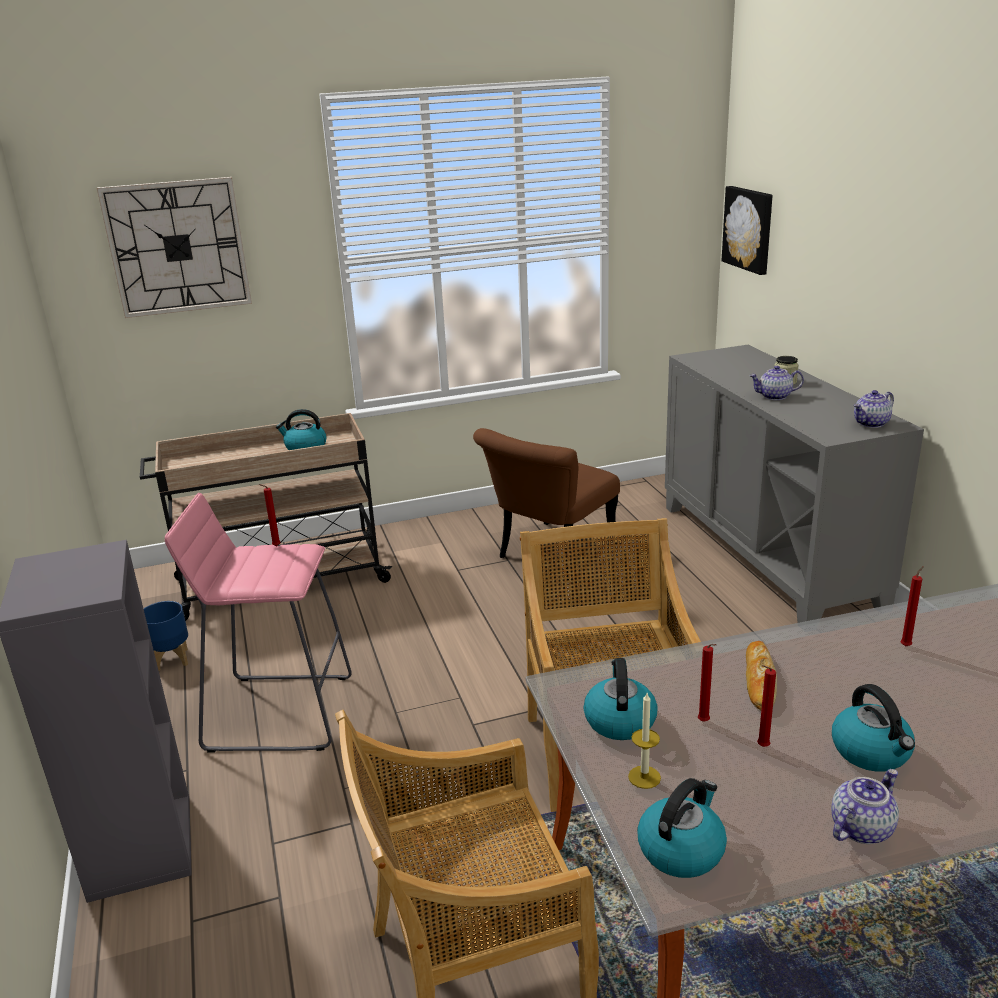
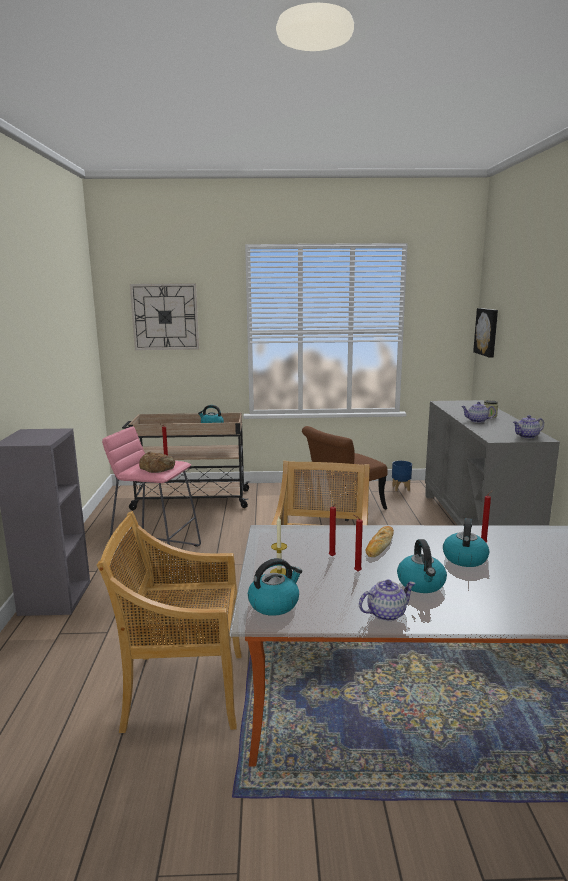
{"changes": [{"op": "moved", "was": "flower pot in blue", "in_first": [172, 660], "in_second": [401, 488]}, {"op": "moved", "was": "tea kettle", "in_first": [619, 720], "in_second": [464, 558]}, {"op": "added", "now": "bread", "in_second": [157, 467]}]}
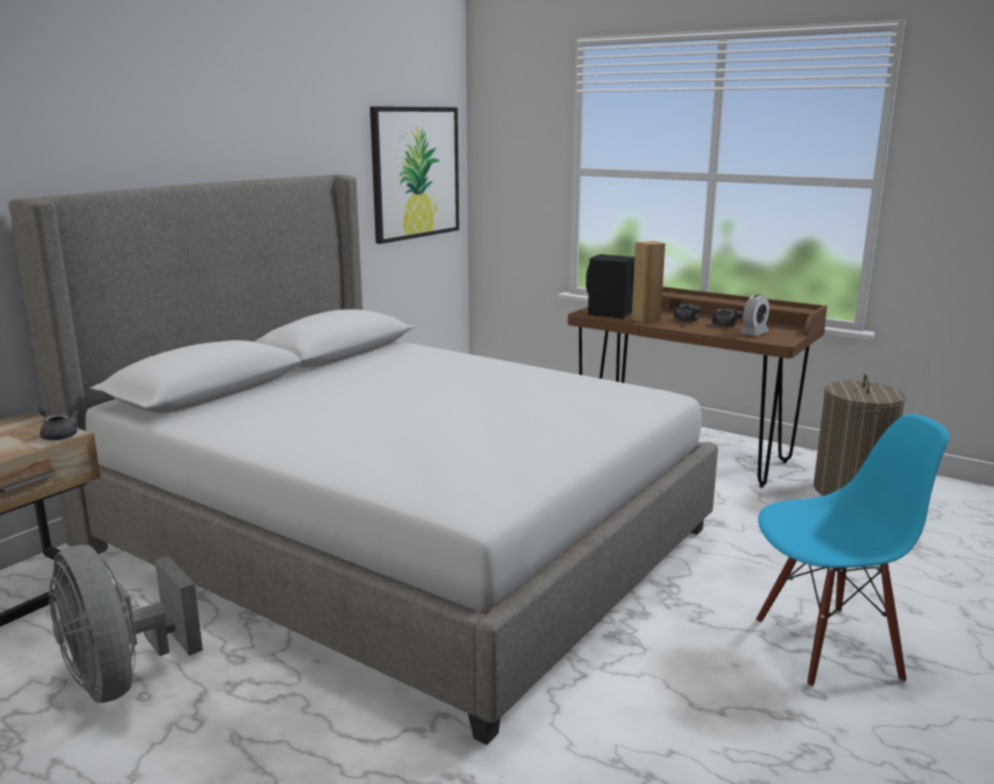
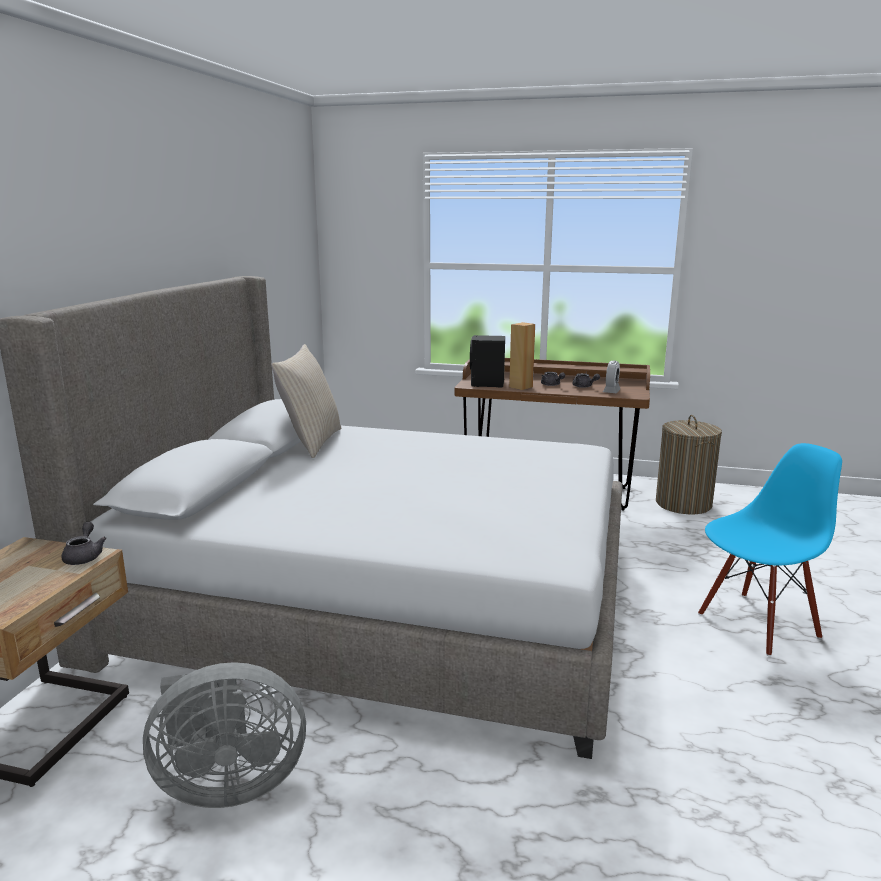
{"changes": [{"op": "removed", "was": "picture", "in_first": [415, 173]}, {"op": "turned", "was": "tea pot in grey", "in_first": [58, 434], "in_second": [84, 556], "clockwise": 60}, {"op": "turned", "was": "cooling fan in grey", "in_first": [122, 678], "in_second": [228, 784], "clockwise": -45}, {"op": "added", "now": "cushion in beige", "in_second": [311, 442]}]}
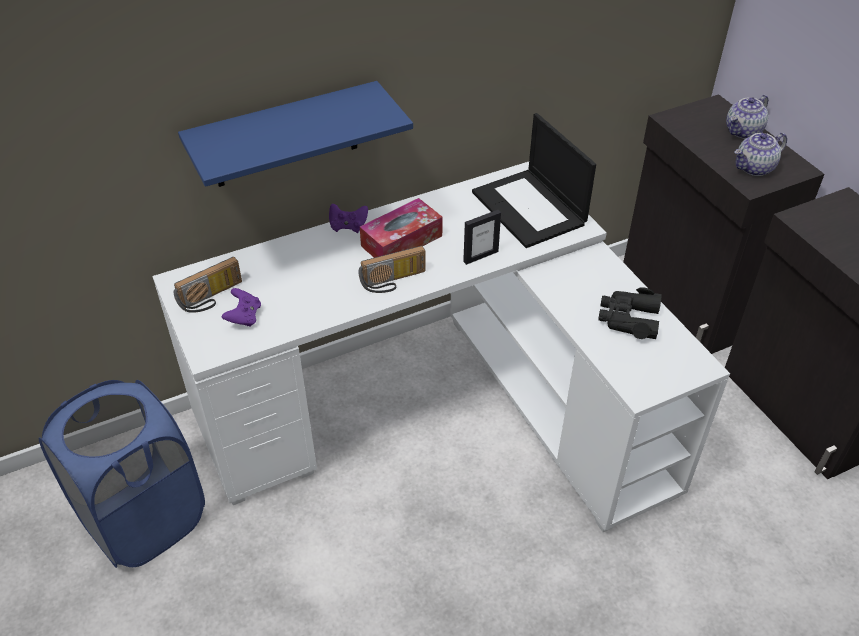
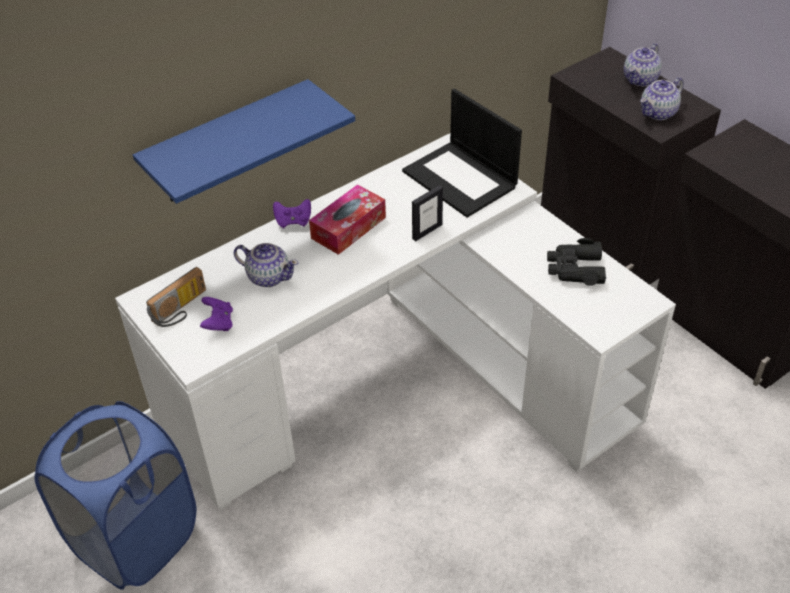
{"changes": [{"op": "removed", "was": "radio receiver", "in_first": [393, 282]}, {"op": "added", "now": "tea pot", "in_second": [268, 276]}]}
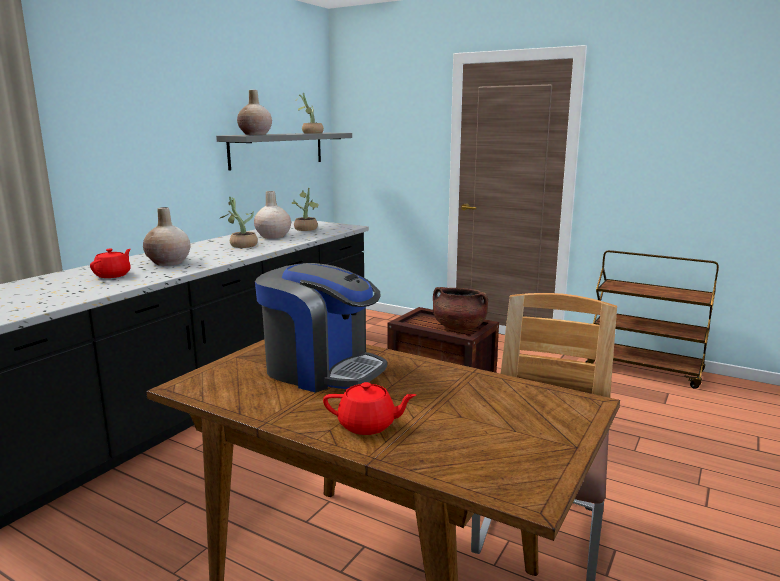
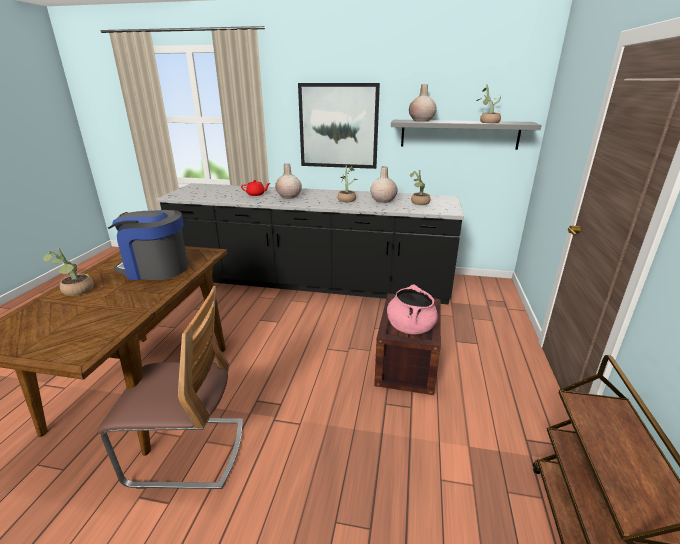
{"changes": [{"op": "turned", "was": "coffee machine", "in_first": [322, 369], "in_second": [155, 269], "clockwise": 90}, {"op": "recoloured", "was": "stockpot in brownish", "now": "stockpot in pink", "in_first": [458, 327], "in_second": [410, 327]}, {"op": "replaced", "was": "tea pot in reddish", "now": "potted plant", "in_first": [368, 425], "in_second": [76, 292]}, {"op": "added", "now": "picture", "in_second": [338, 126]}]}
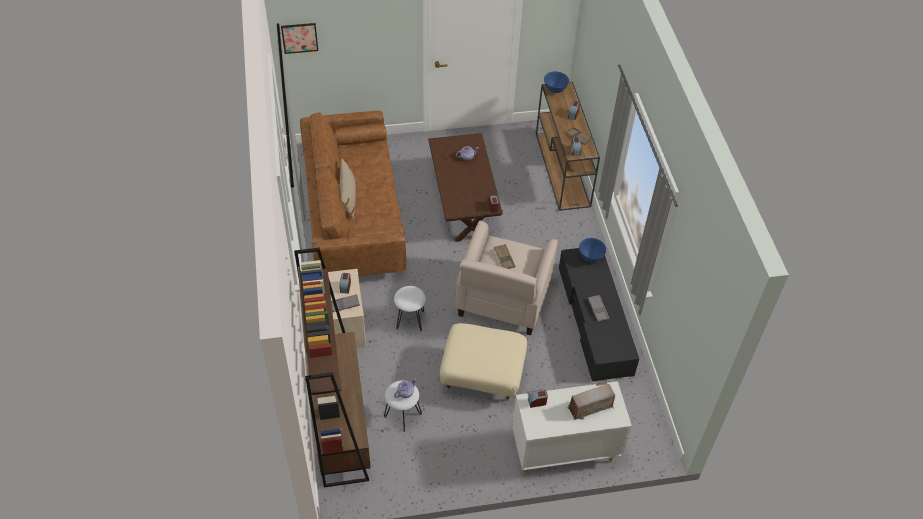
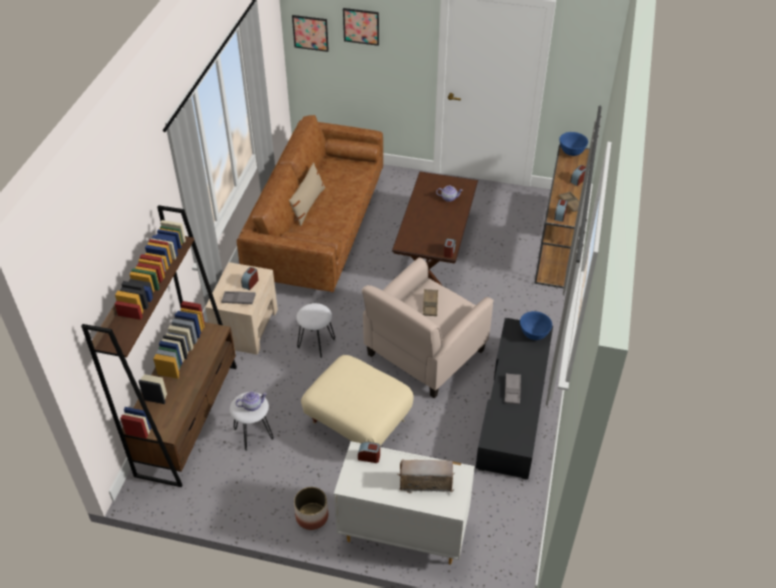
{"changes": [{"op": "added", "now": "picture", "in_second": [361, 26]}, {"op": "added", "now": "flower pot", "in_second": [311, 516]}]}
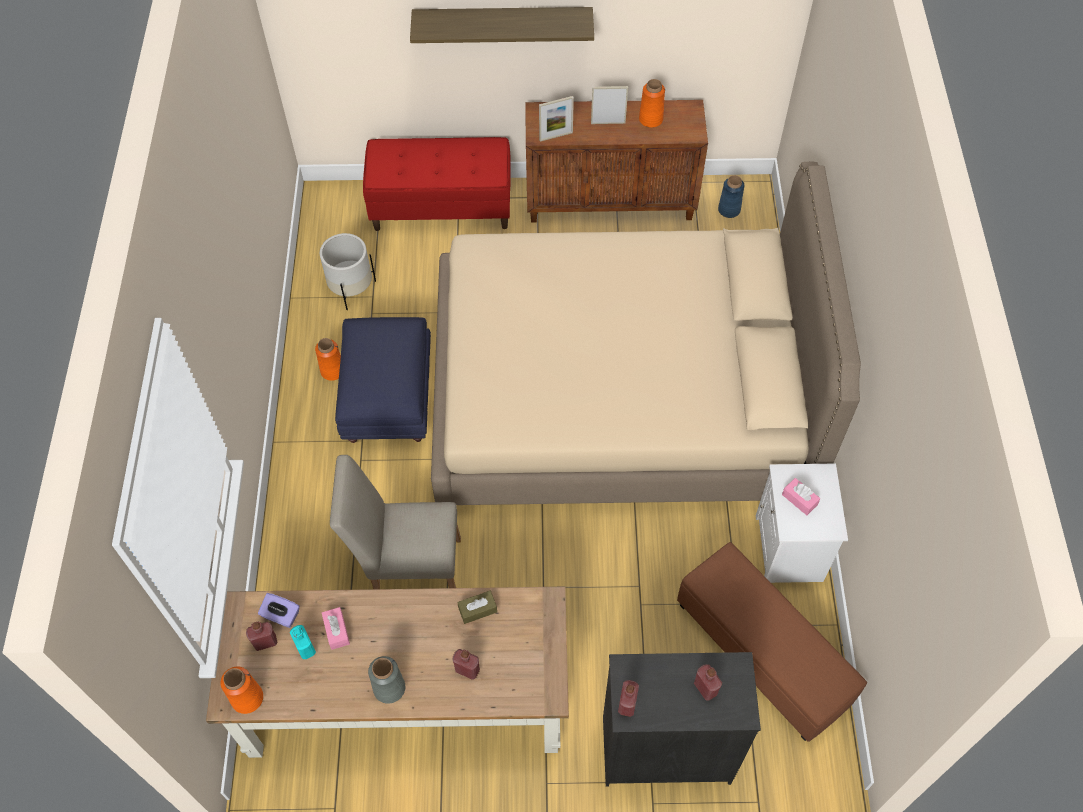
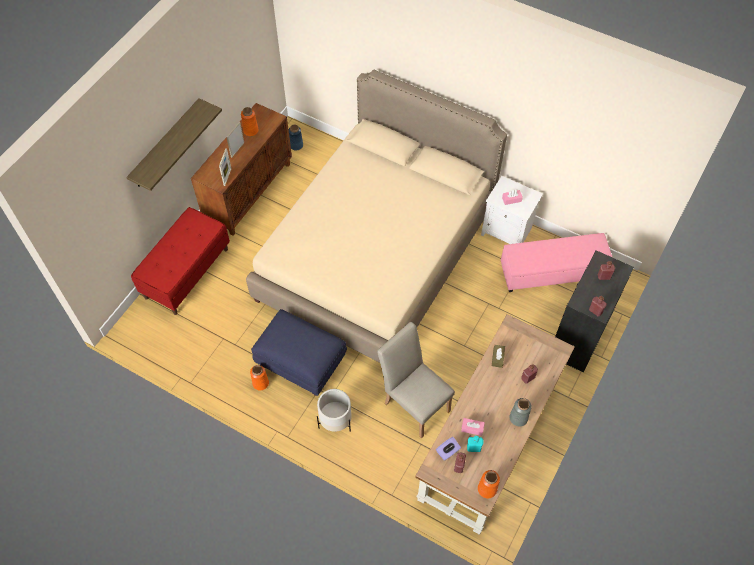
{"changes": [{"op": "moved", "was": "flower pot in white", "in_first": [351, 289], "in_second": [335, 421]}, {"op": "turned", "was": "chair in beige", "in_first": [408, 567], "in_second": [414, 403], "clockwise": 105}, {"op": "recoloured", "was": "pouffe in brownish", "now": "pouffe in pink", "in_first": [761, 653], "in_second": [552, 272]}]}
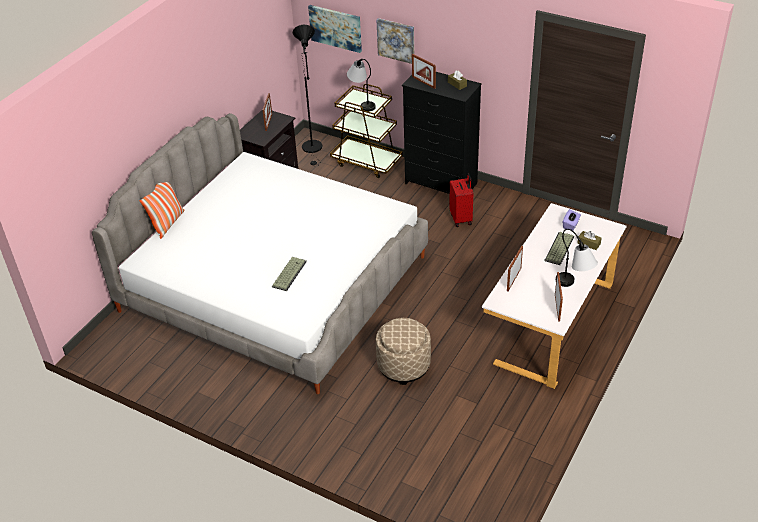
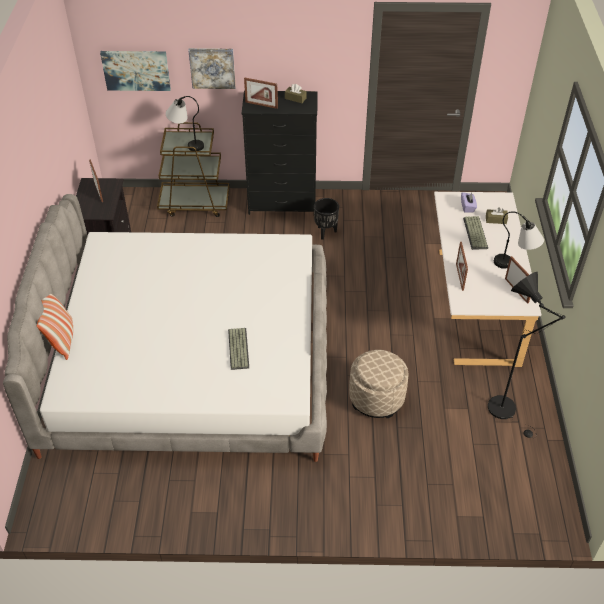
{"changes": [{"op": "moved", "was": "standing lamp in black-coloured", "in_first": [313, 149], "in_second": [506, 411]}, {"op": "replaced", "was": "travel case in reddish", "now": "flower pot in black-coloured", "in_first": [461, 219], "in_second": [326, 232]}]}
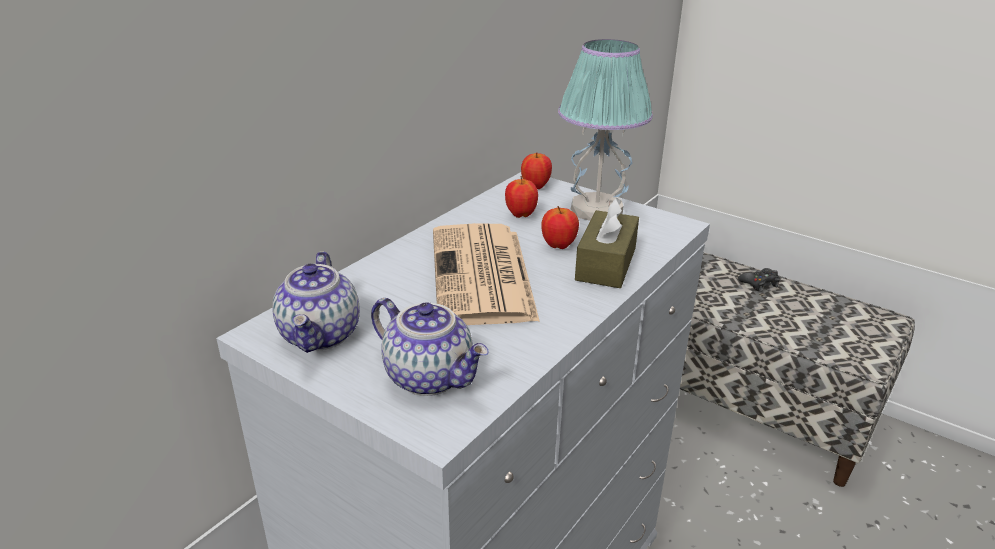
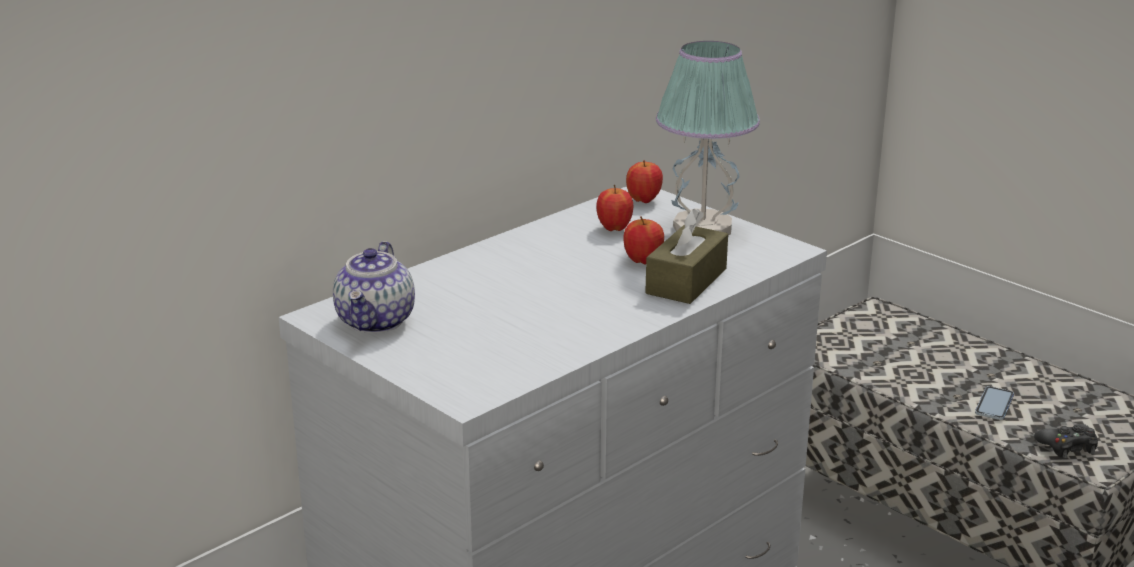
{"changes": [{"op": "removed", "was": "daily paper", "in_first": [483, 276]}, {"op": "moved", "was": "gamepad in black-coloured", "in_first": [759, 283], "in_second": [1067, 447]}, {"op": "removed", "was": "tea pot", "in_first": [431, 376]}, {"op": "added", "now": "phone", "in_second": [994, 404]}]}
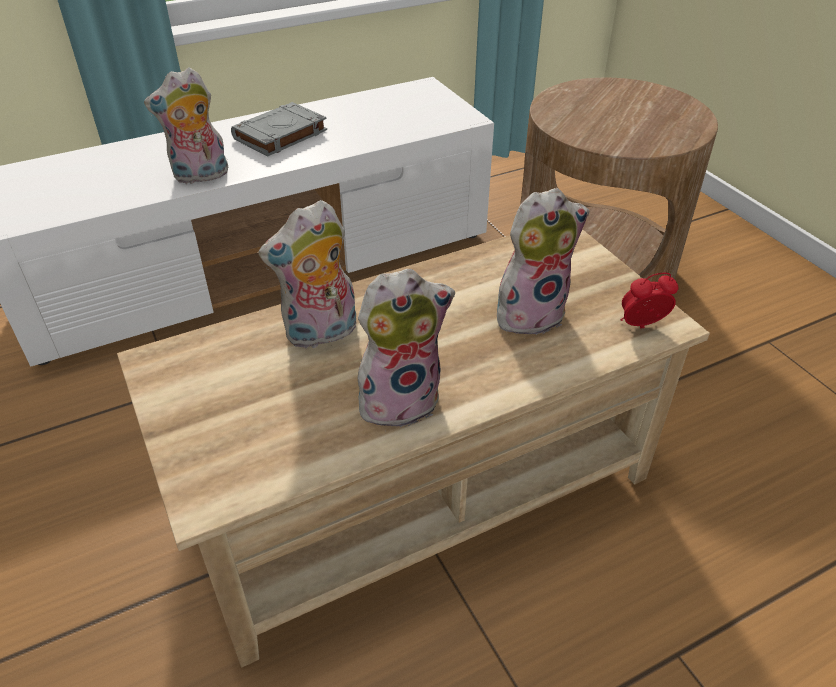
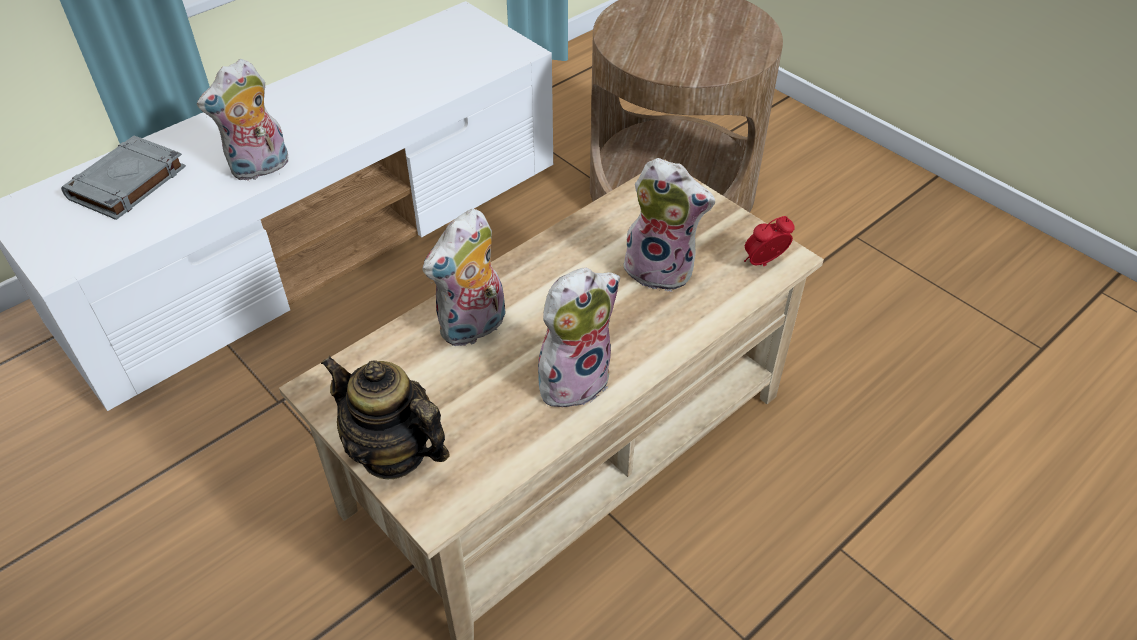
{"changes": [{"op": "moved", "was": "book in grey", "in_first": [280, 135], "in_second": [127, 184]}, {"op": "turned", "was": "plush toy", "in_first": [530, 313], "in_second": [662, 269], "clockwise": 60}, {"op": "added", "now": "tea pot", "in_second": [393, 452]}]}
